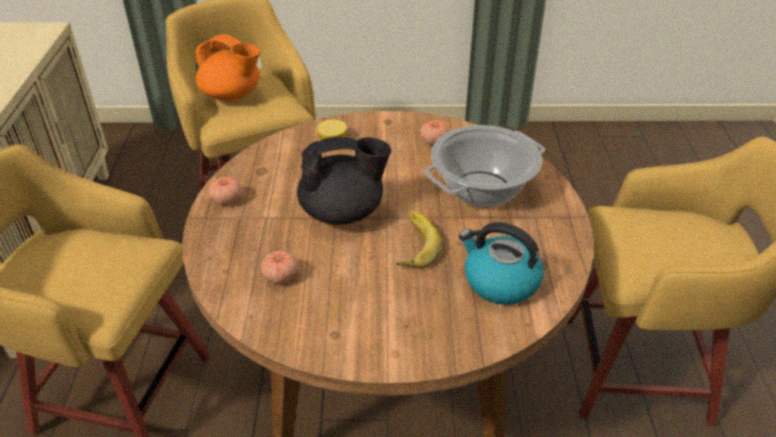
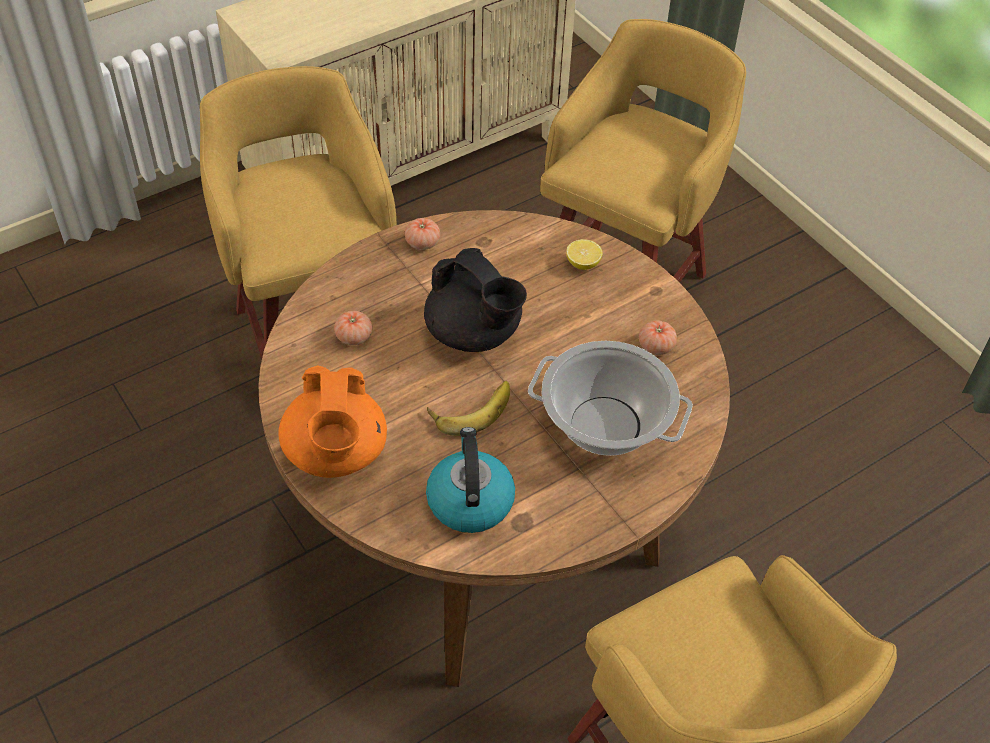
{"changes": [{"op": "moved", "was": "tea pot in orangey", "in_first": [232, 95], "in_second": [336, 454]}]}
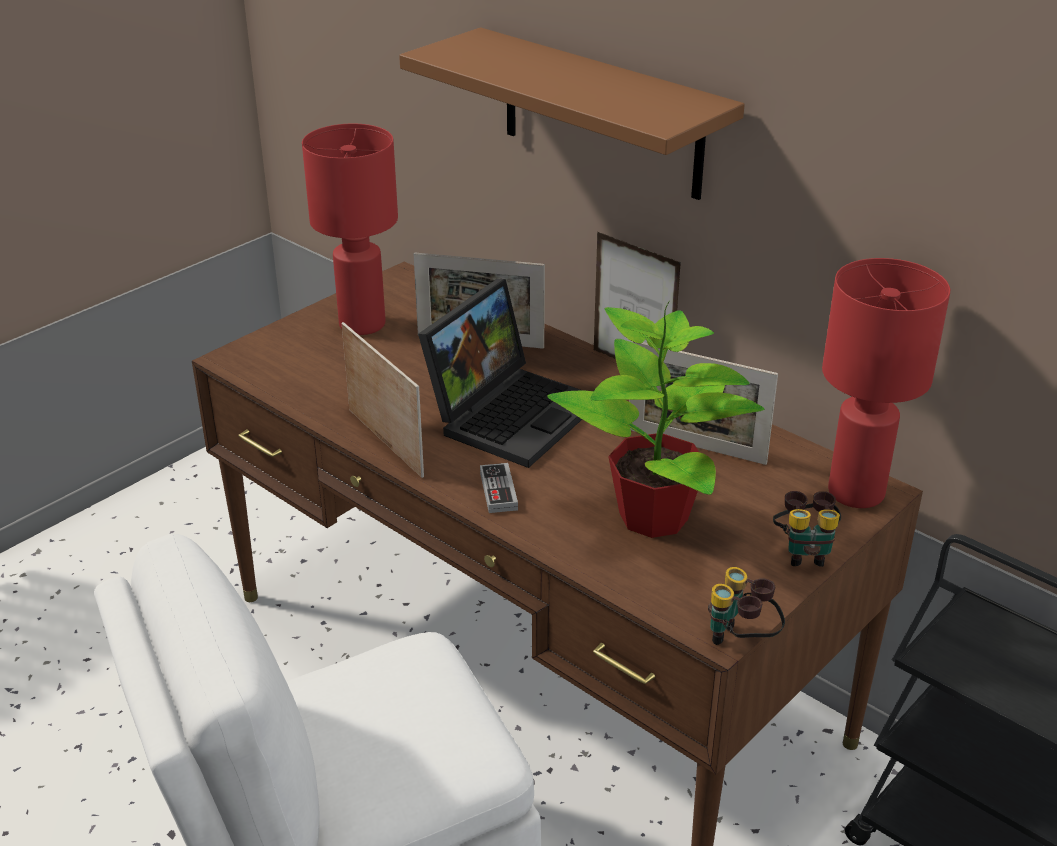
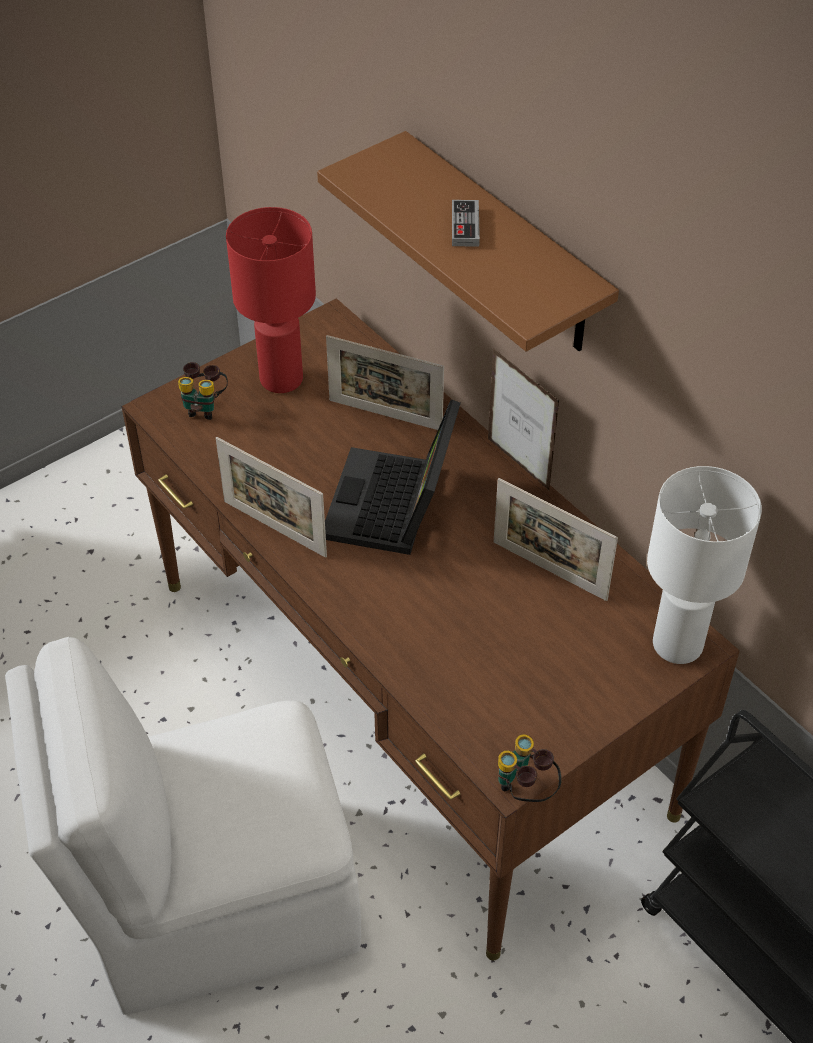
{"changes": [{"op": "recoloured", "was": "table lamp in reddish", "now": "table lamp in white", "in_first": [854, 492], "in_second": [676, 644]}, {"op": "turned", "was": "laptop", "in_first": [511, 412], "in_second": [393, 507], "clockwise": 150}, {"op": "removed", "was": "potted plant", "in_first": [656, 516]}, {"op": "turned", "was": "picture frame", "in_first": [385, 442], "in_second": [274, 528], "clockwise": 150}, {"op": "moved", "was": "gamepad", "in_first": [498, 491], "in_second": [465, 226]}, {"op": "moved", "was": "field glasses", "in_first": [804, 552], "in_second": [204, 407]}]}
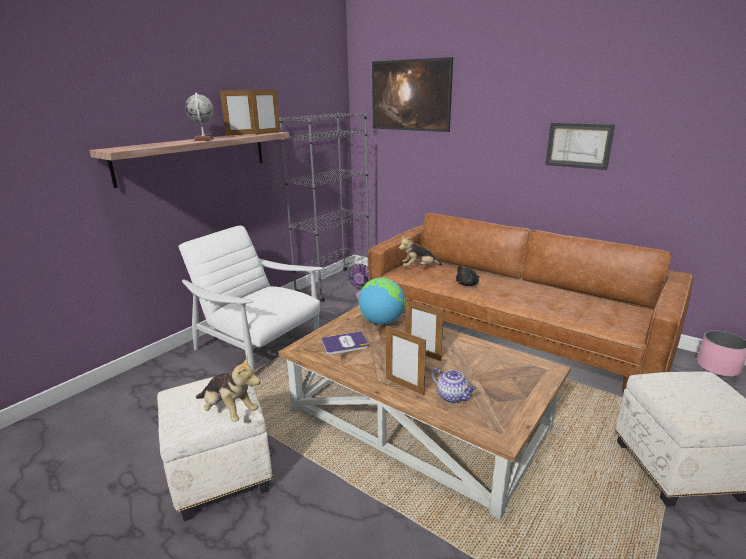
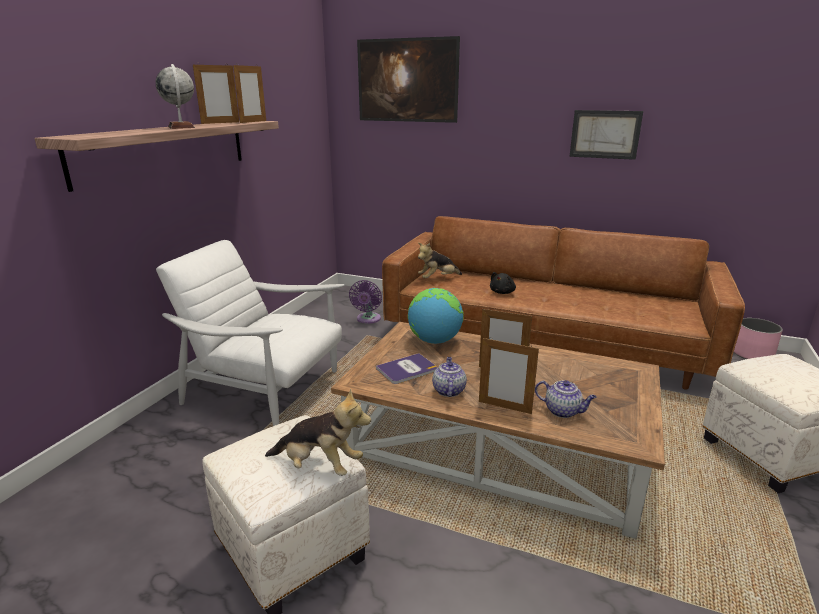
{"changes": [{"op": "removed", "was": "shelving unit in grey", "in_first": [333, 284]}, {"op": "added", "now": "tea pot", "in_second": [448, 390]}]}
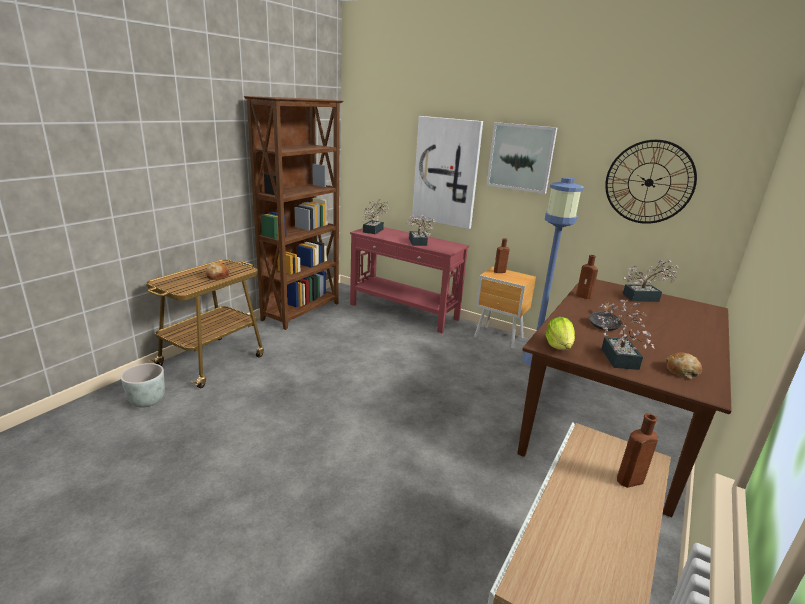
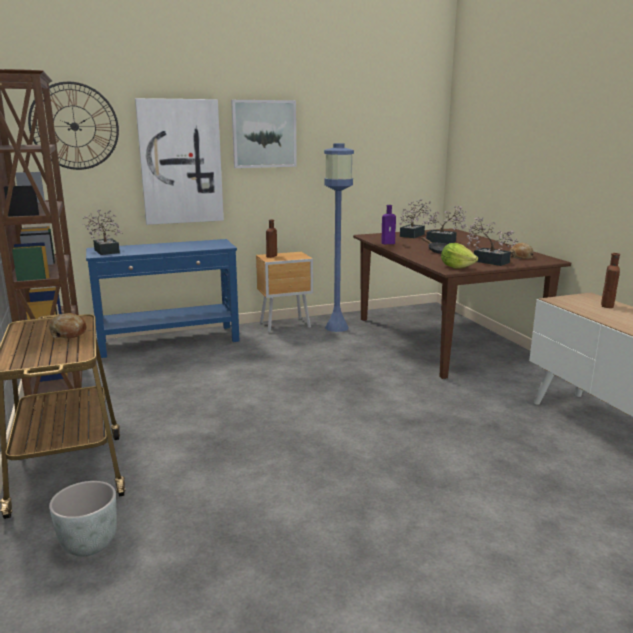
{"changes": [{"op": "moved", "was": "hanging clock", "in_first": [649, 182], "in_second": [74, 126]}, {"op": "moved", "was": "potted plant", "in_first": [418, 243], "in_second": [444, 241]}, {"op": "recoloured", "was": "narrow table in reddish", "now": "narrow table in blue", "in_first": [404, 312], "in_second": [170, 341]}, {"op": "recoloured", "was": "beverage bottle in brownish", "now": "beverage bottle in purple", "in_first": [584, 296], "in_second": [389, 243]}]}
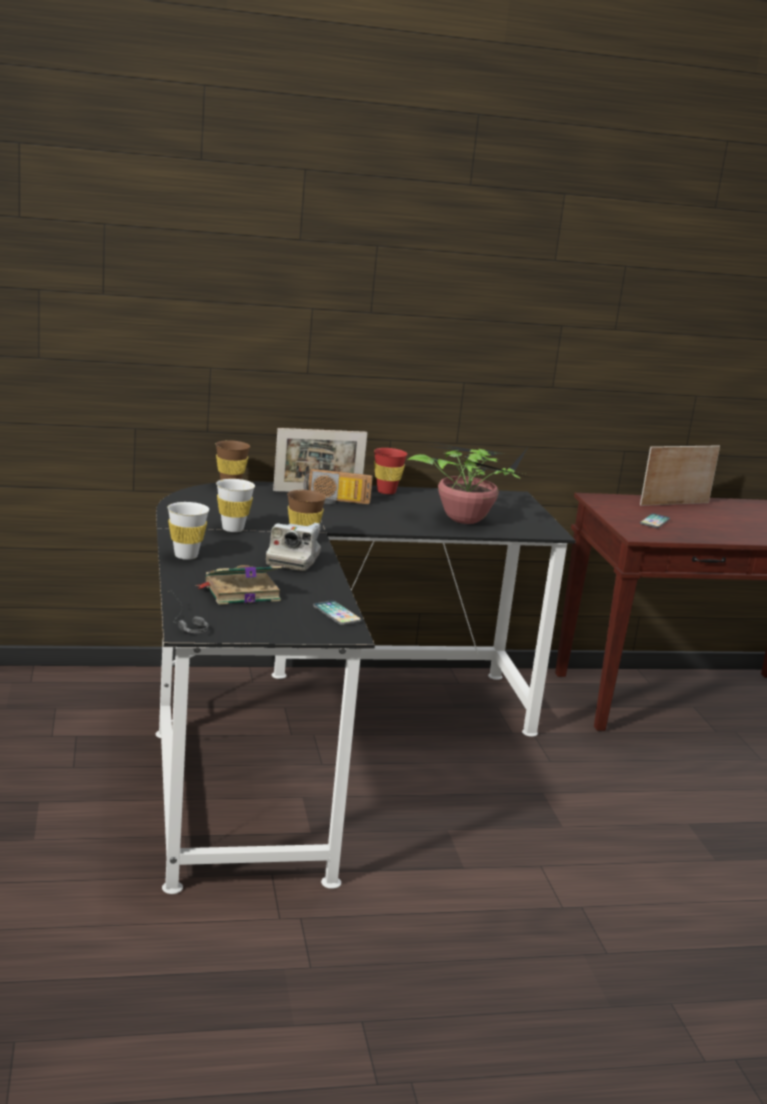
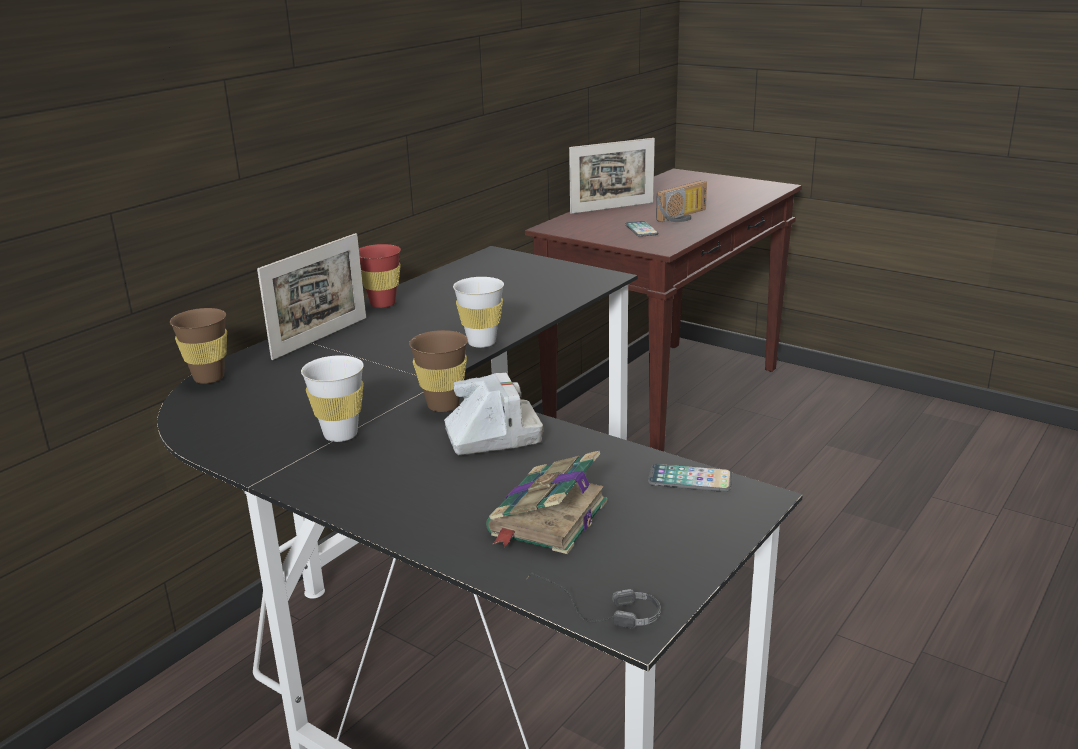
{"changes": [{"op": "removed", "was": "potted plant", "in_first": [466, 518]}, {"op": "turned", "was": "picture frame", "in_first": [674, 504], "in_second": [612, 208], "clockwise": -135}, {"op": "moved", "was": "radio receiver", "in_first": [335, 501], "in_second": [684, 217]}, {"op": "moved", "was": "cup in white", "in_first": [186, 556], "in_second": [481, 342]}, {"op": "turned", "was": "still camera", "in_first": [293, 560], "in_second": [493, 437], "clockwise": -75}]}
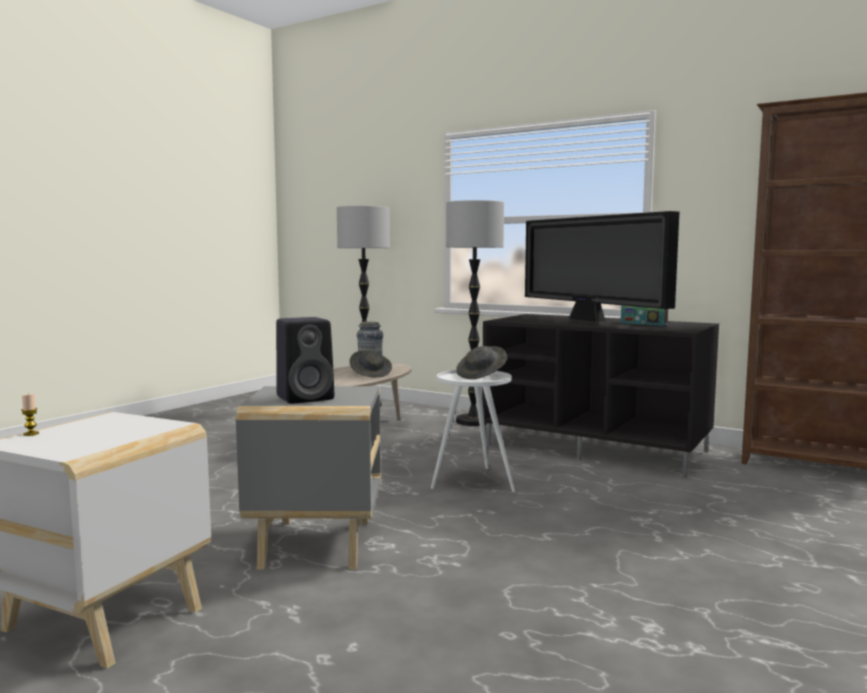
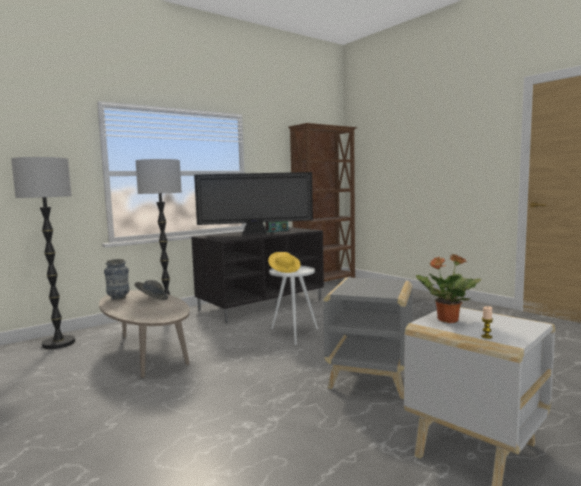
{"changes": [{"op": "removed", "was": "loudspeaker in black-coloured", "in_first": [307, 398]}, {"op": "recoloured", "was": "hat in grey", "now": "hat in yellow-coloured", "in_first": [481, 375], "in_second": [284, 270]}, {"op": "added", "now": "potted plant", "in_second": [446, 320]}]}
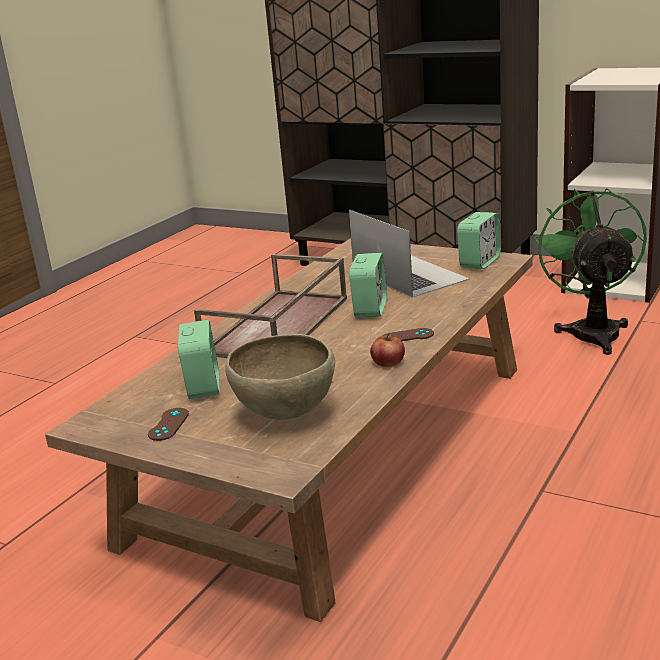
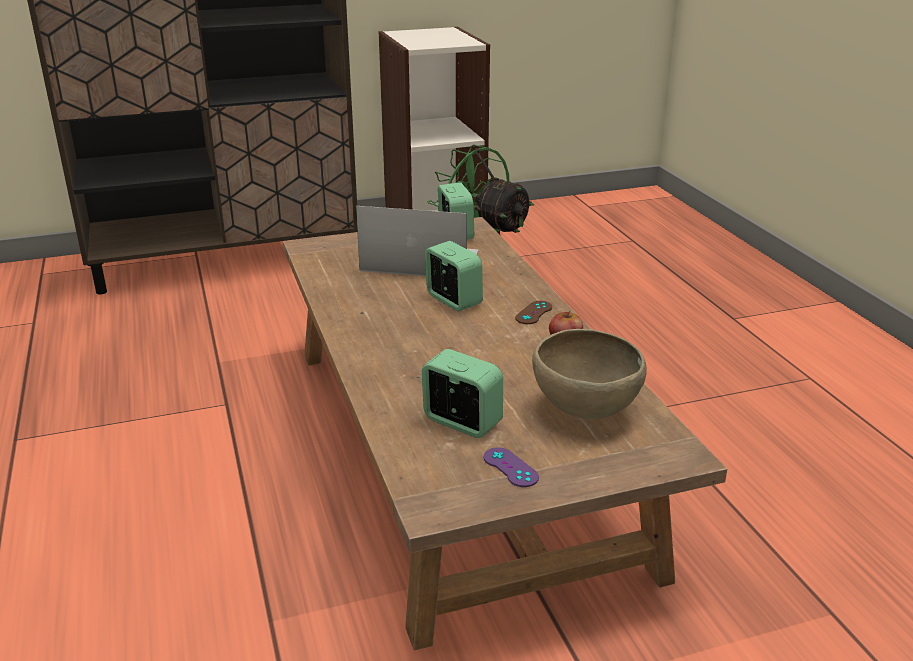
{"changes": [{"op": "removed", "was": "tray in brownish", "in_first": [278, 326]}, {"op": "recoloured", "was": "gamepad in brownish", "now": "gamepad in purple", "in_first": [168, 424], "in_second": [510, 467]}]}
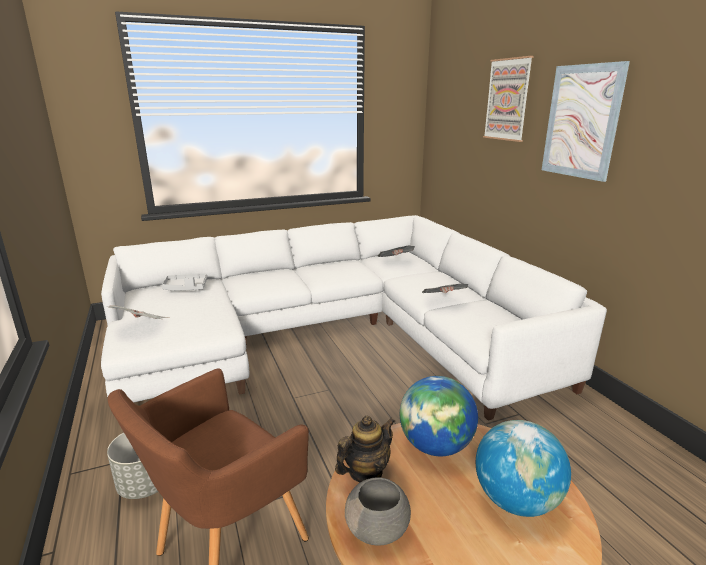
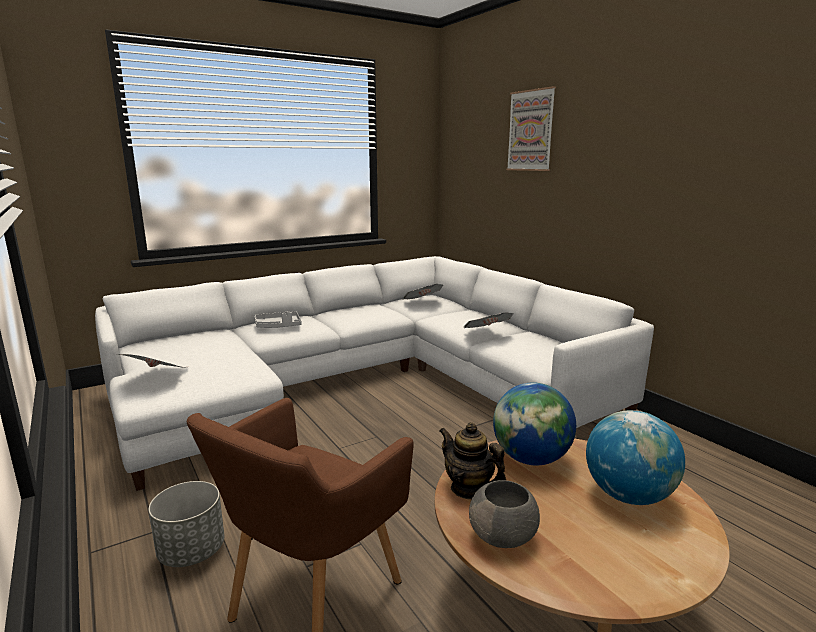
{"changes": [{"op": "removed", "was": "picture", "in_first": [581, 121]}, {"op": "moved", "was": "tray in grey", "in_first": [186, 288], "in_second": [278, 326]}, {"op": "turned", "was": "tea pot", "in_first": [365, 472], "in_second": [469, 488], "clockwise": -90}]}
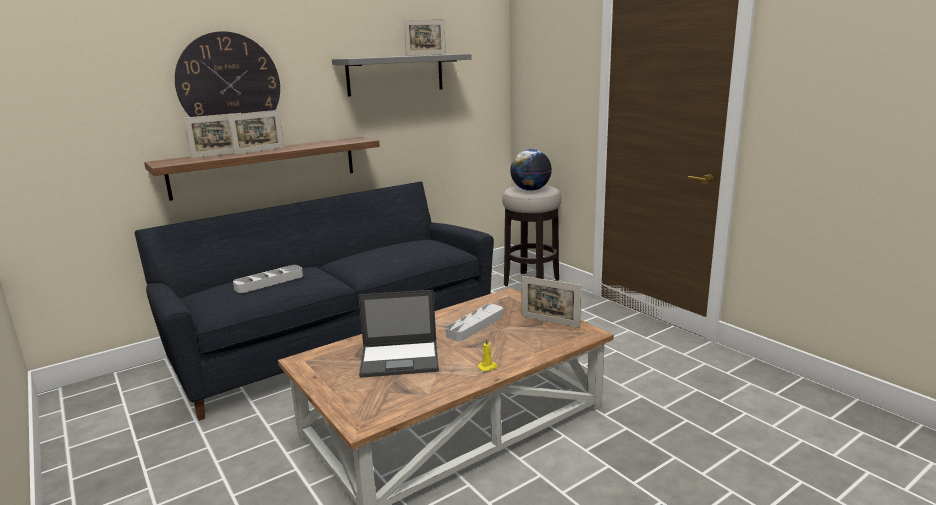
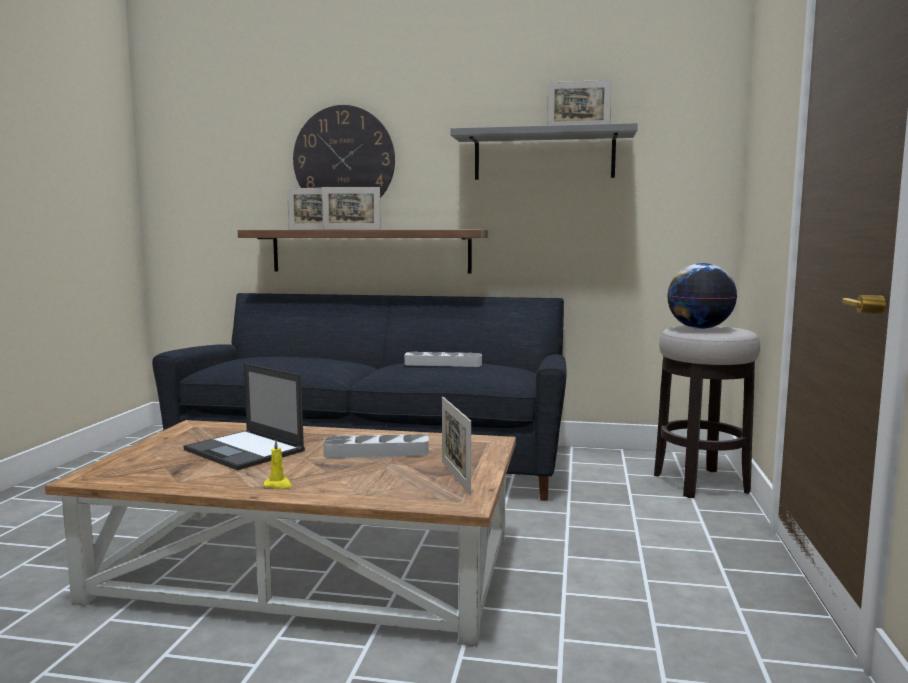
{"changes": [{"op": "moved", "was": "tray in grey", "in_first": [269, 282], "in_second": [443, 364]}]}
